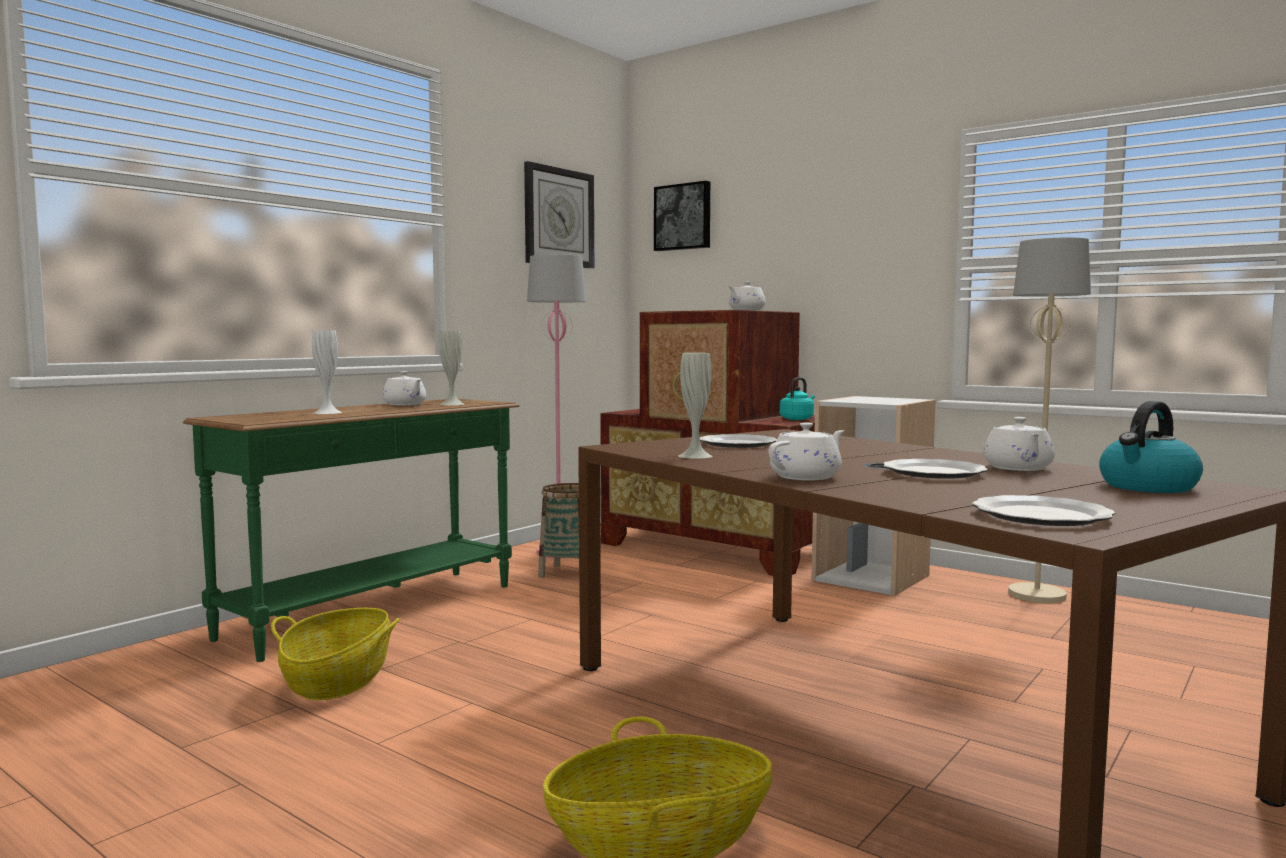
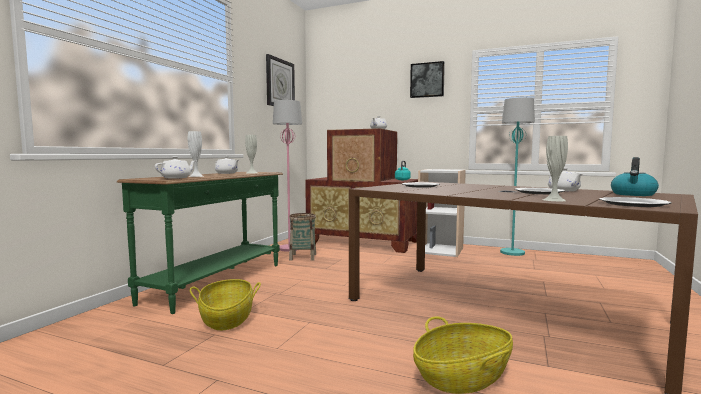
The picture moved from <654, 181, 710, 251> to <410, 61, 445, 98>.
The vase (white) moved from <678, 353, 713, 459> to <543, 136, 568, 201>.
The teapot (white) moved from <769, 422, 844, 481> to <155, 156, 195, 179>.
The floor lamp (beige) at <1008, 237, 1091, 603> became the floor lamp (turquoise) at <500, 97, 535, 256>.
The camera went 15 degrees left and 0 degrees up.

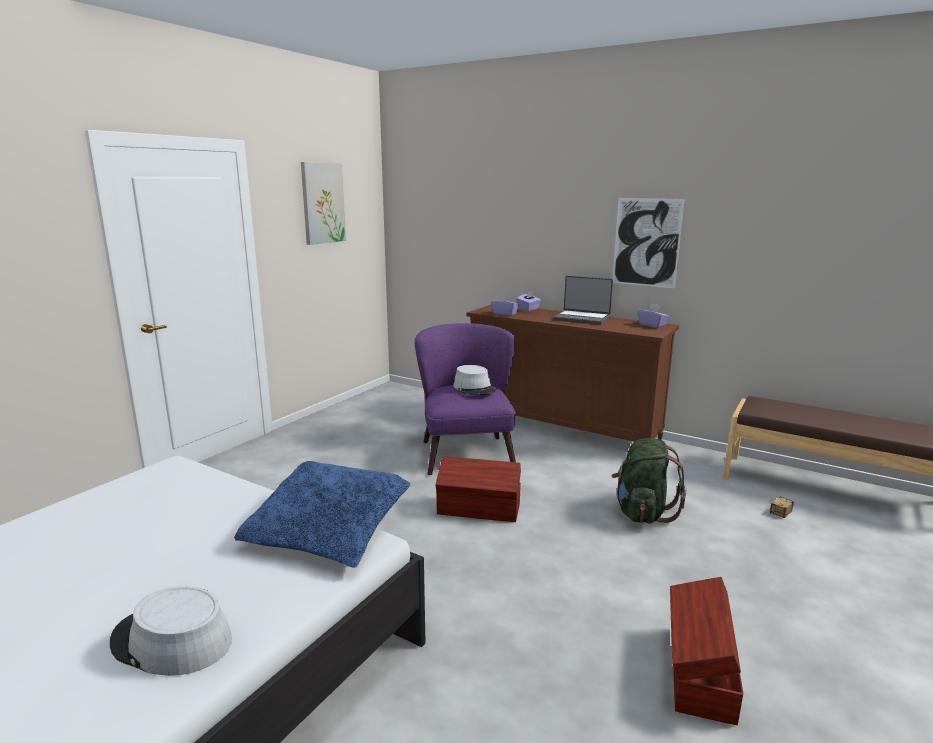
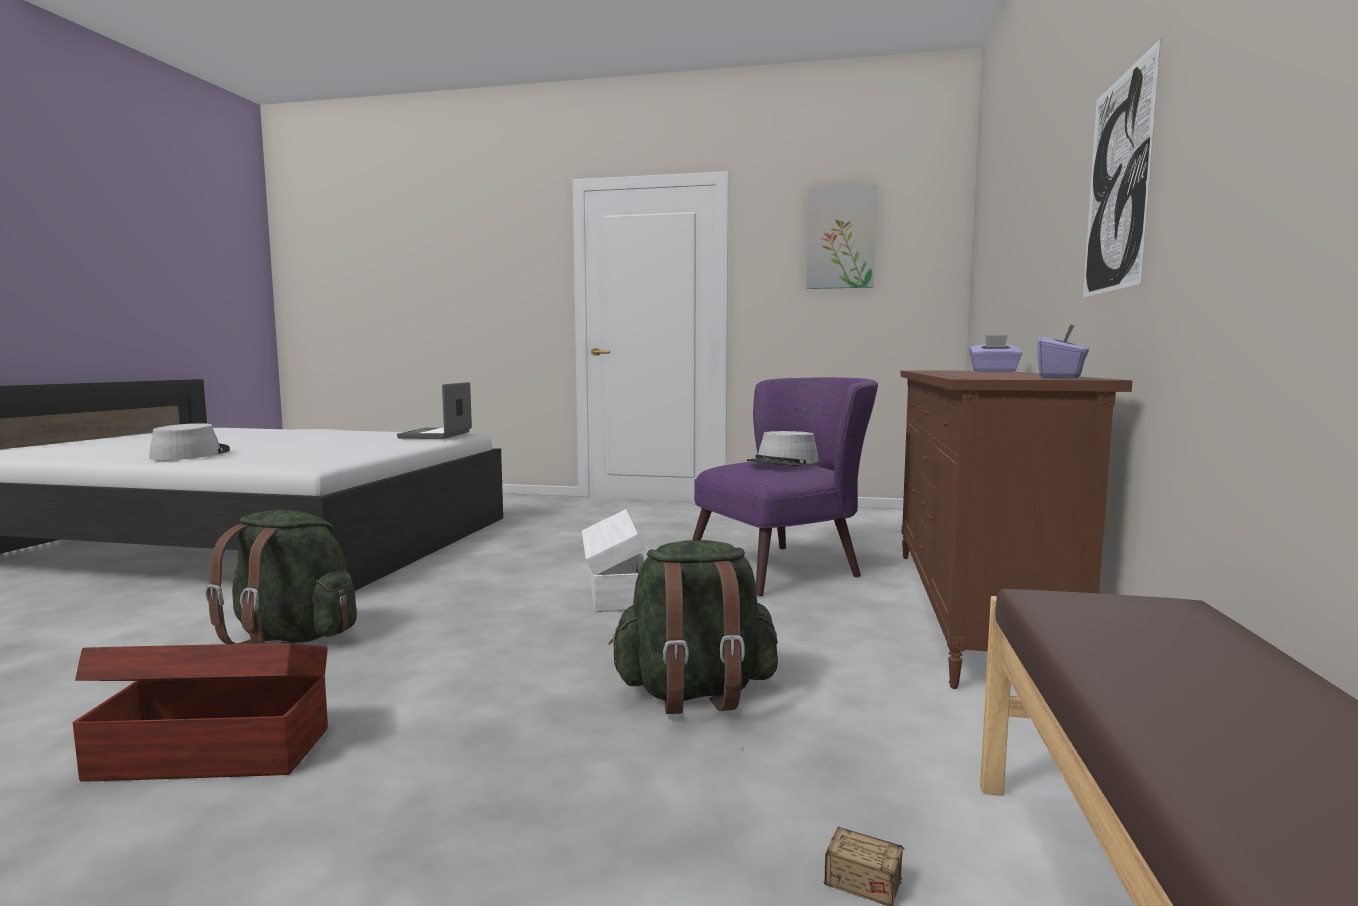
The pillow (blue) at <234, 461, 411, 568> disappeared.
The storage box (brown) at <436, 456, 521, 522> became the storage box (white) at <582, 509, 645, 612>.
The tissue box (purple) at <491, 294, 519, 316> disappeared.
The laptop moved from <553, 276, 613, 325> to <397, 382, 472, 439>.
The backpack (green) at <205, 510, 357, 644> appeared.
The camera went 70 degrees right and 10 degrees down.

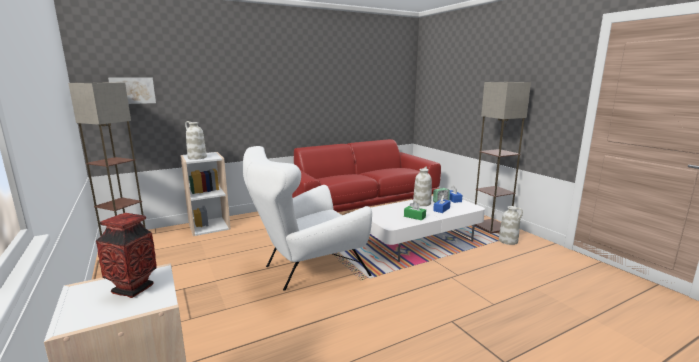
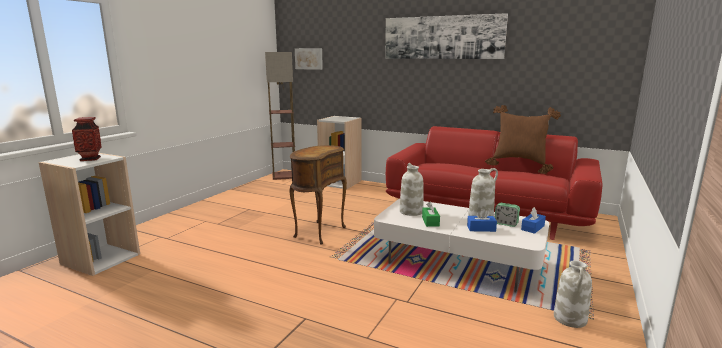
The vase (white) moved from <185, 121, 207, 160> to <400, 163, 424, 216>.
The armchair (white) at <243, 146, 372, 290> was replaced by the side table (brown) at <289, 145, 347, 245>.
The floor lamp at <475, 82, 531, 233> disappeared.
The picture at <385, 13, 508, 59> appeared.
The pillow (brown) at <485, 105, 561, 174> appeared.
The camera went 55 degrees right and 0 degrees up.

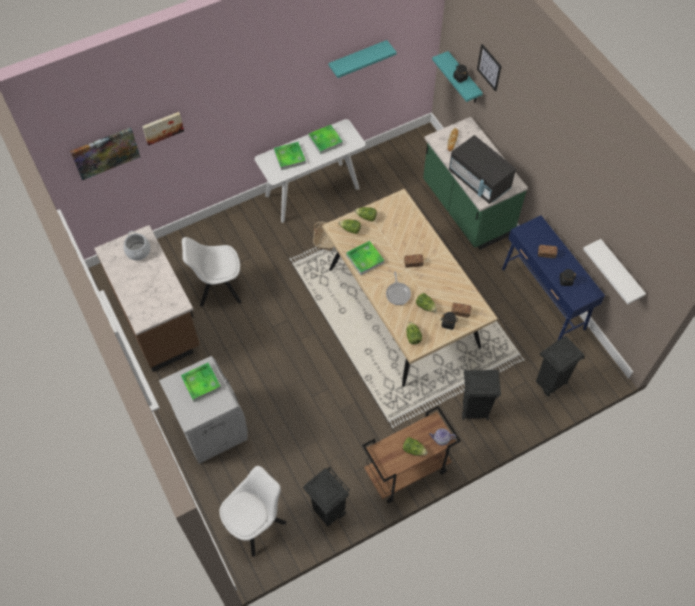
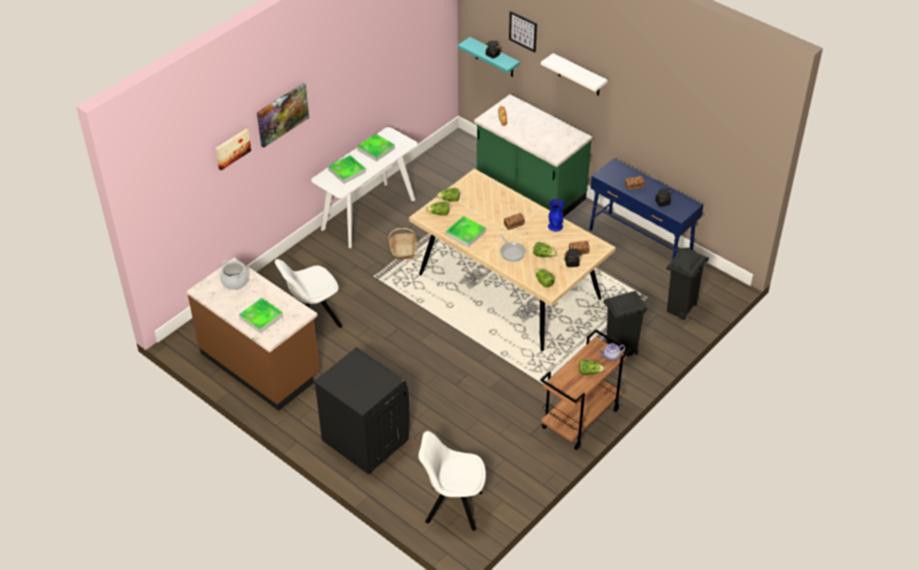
The picture moved from <70, 127, 140, 180> to <257, 83, 309, 147>.
The washing machine (white) at <159, 356, 248, 464> became the washing machine (black) at <314, 347, 409, 475>.
The tray moved from <181, 363, 221, 402> to <239, 298, 283, 333>.
The chair (white) at <219, 466, 286, 556> turned 105 degrees counterclockwise.
The trash can (black) at <303, 467, 350, 526> disappeared.
The shelf (turquoise) at <329, 40, 397, 78> disappeared.
The microwave (black) at <449, 135, 516, 204> disappeared.
The shelf (white) moved from <583, 239, 646, 304> to <541, 53, 608, 96>.
The vase (blue) at <548, 199, 565, 232> appeared.
The camera went 20 degrees left and 15 degrees down.

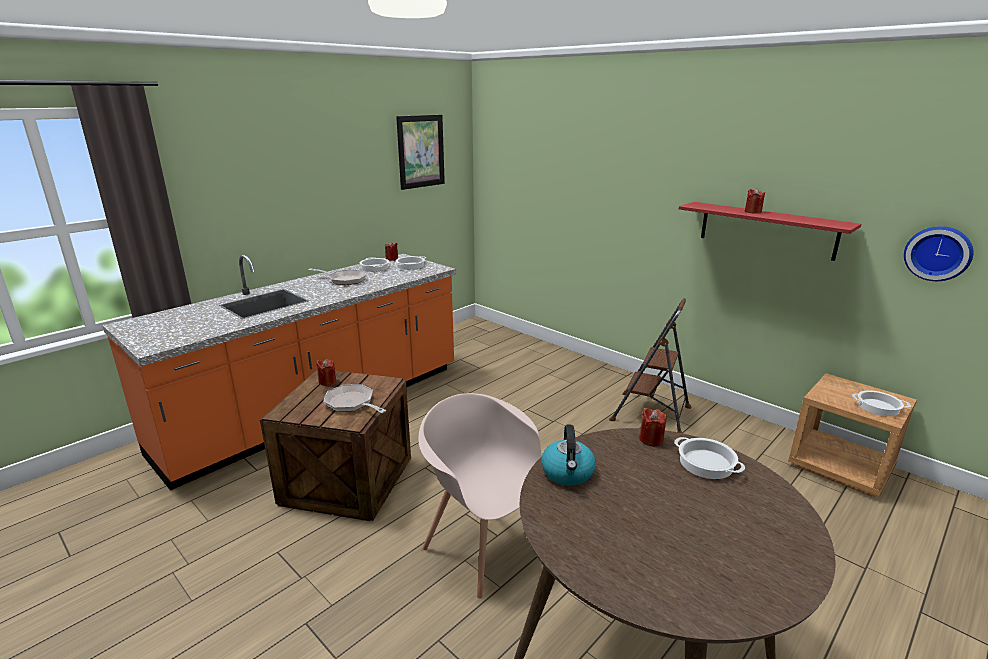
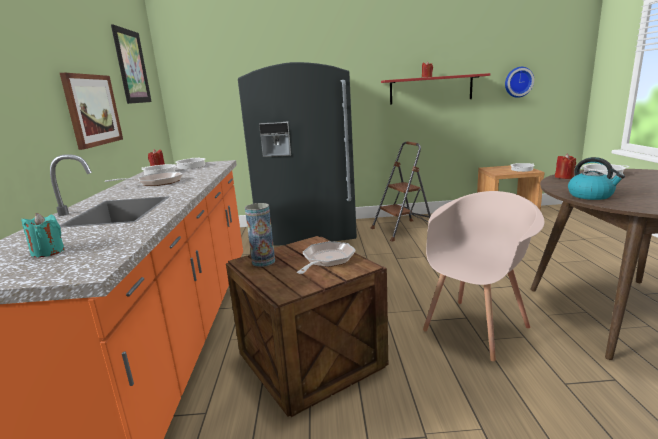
The candle (red) at <316, 359, 336, 386> was replaced by the vase at <245, 203, 275, 267>.
The frying pan at <323, 384, 387, 413> turned 120 degrees clockwise.
The chair (beige) at <419, 393, 542, 599> turned 135 degrees clockwise.
The candle (turquoise) at <21, 213, 65, 257> appeared.
The picture at <60, 73, 123, 150> appeared.
The fridge (grey) at <238, 62, 357, 245> appeared.
The camera went 45 degrees left and 5 degrees down.

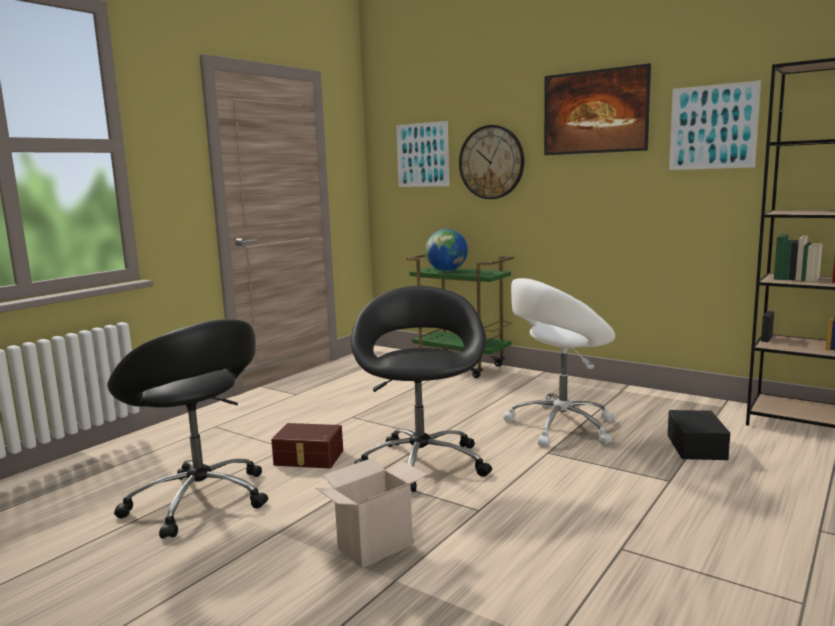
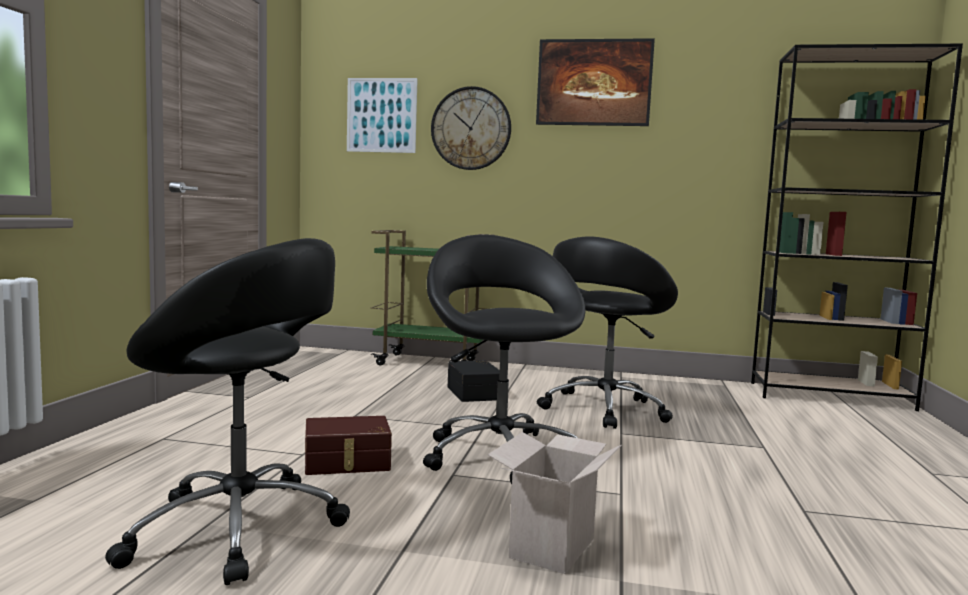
The globe at <426, 229, 468, 271> disappeared.
The office chair (white) at <503, 278, 615, 447> became the office chair (black) at <537, 237, 678, 429>.
The storage box (black) moved from <668, 410, 730, 460> to <448, 360, 500, 402>.
The picture at <669, 80, 761, 170> disappeared.
The camera went 25 degrees left and 5 degrees down.

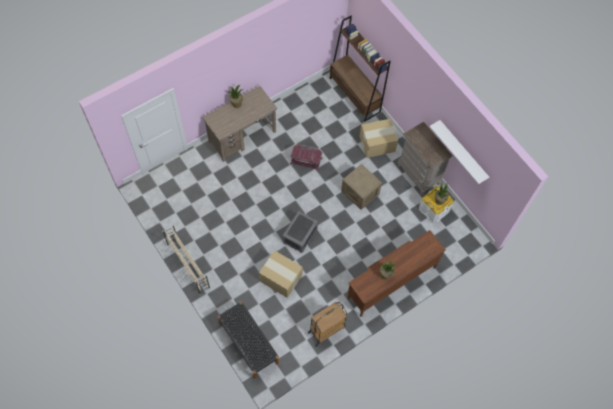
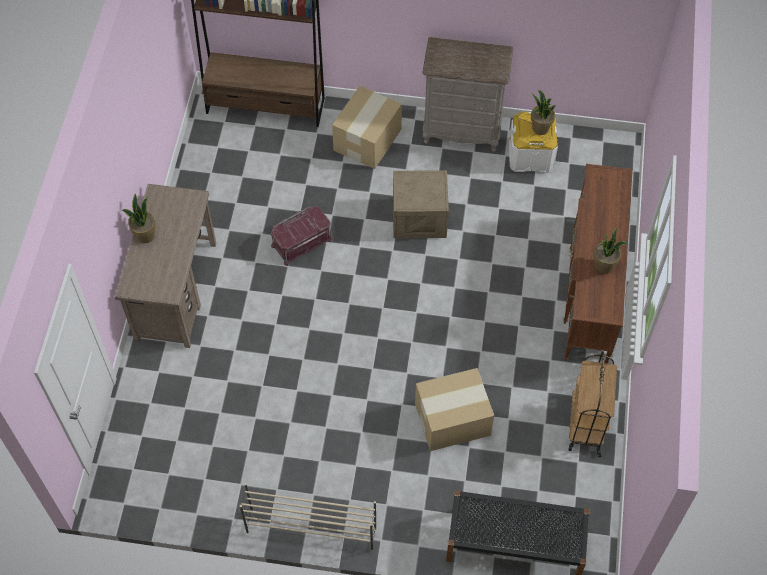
The storage box (grey) at <283, 211, 318, 253> disappeared.
The shelf (white) at <430, 120, 489, 184> disappeared.
The camera went 45 degrees left and 5 degrees down.

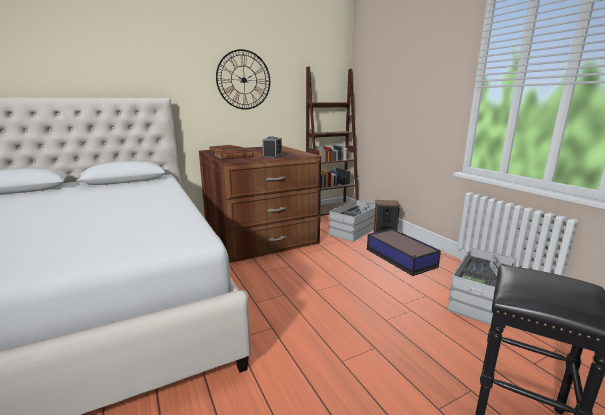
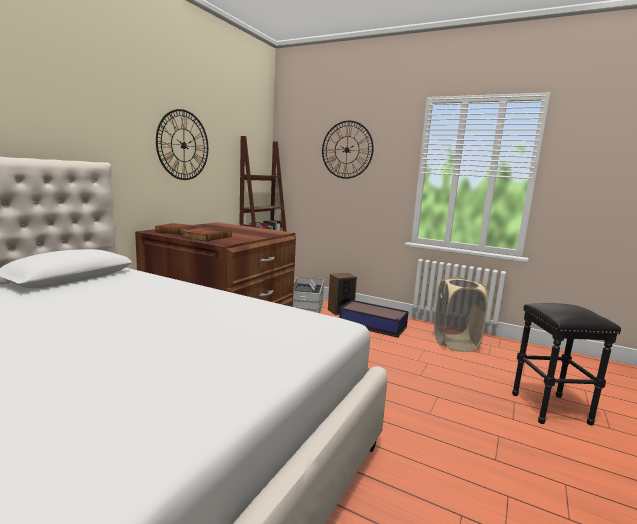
The alarm clock at <262, 137, 282, 158> disappeared.
The storage box (grey) at <447, 248, 517, 325> was replaced by the laundry basket (beige) at <434, 277, 488, 352>.
The wall clock at <322, 121, 374, 179> appeared.
The camera went 35 degrees left and 5 degrees down.

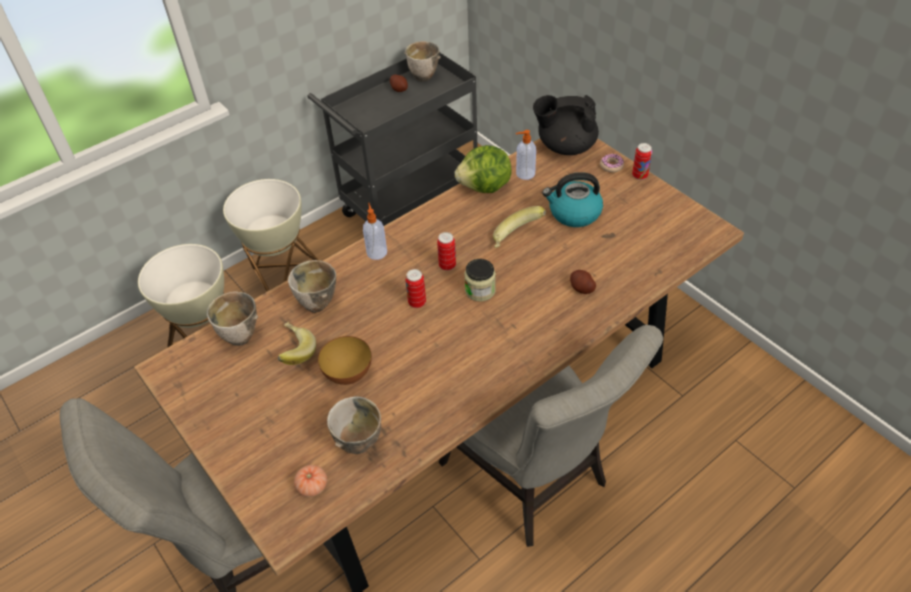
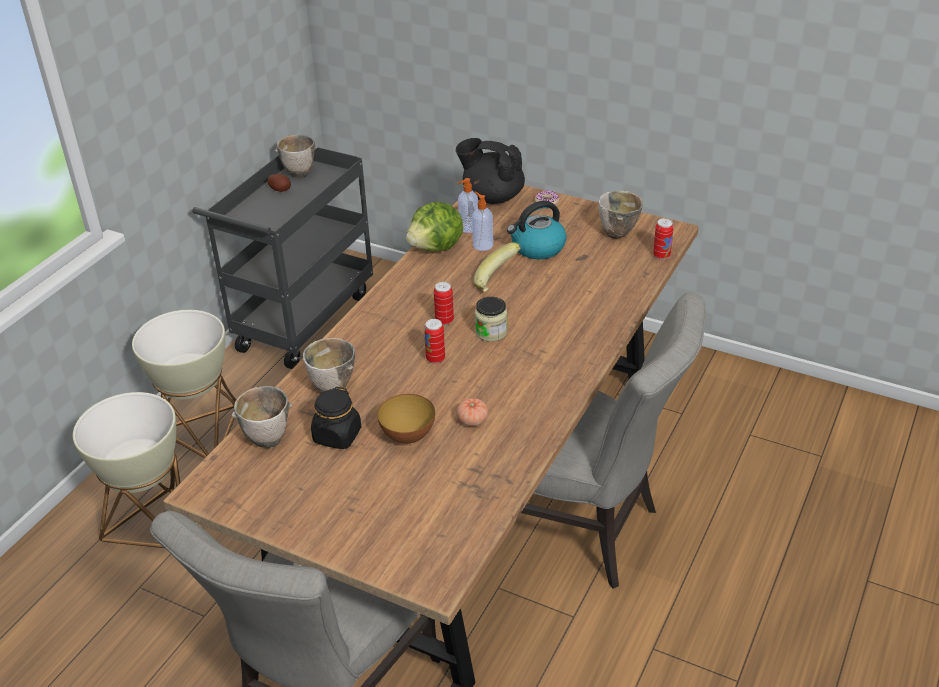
The banana at <278, 322, 316, 365> was replaced by the jar (black) at <311, 387, 361, 449>.
The tomato moved from <294, 465, 327, 497> to <457, 398, 488, 426>.
The bowl moved from <327, 396, 381, 454> to <598, 190, 643, 239>.
The soap dispenser moved from <363, 203, 387, 260> to <472, 192, 493, 251>.
The teapot (black) at <533, 95, 599, 155> turned 45 degrees clockwise.
The potato at <570, 270, 596, 294> disappeared.
The can moved from <632, 143, 652, 180> to <653, 218, 673, 260>.
The camera went 25 degrees left and 10 degrees down.

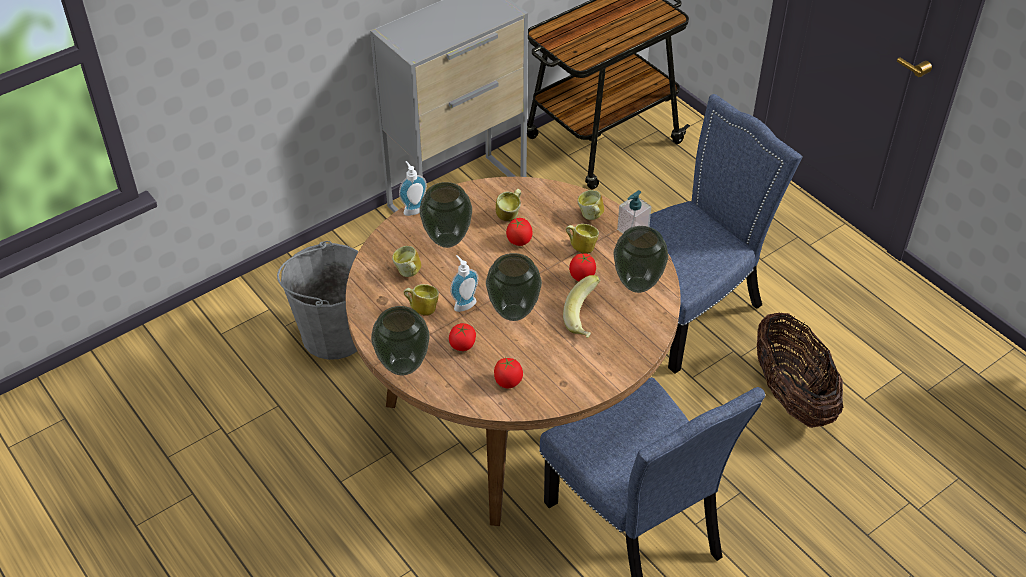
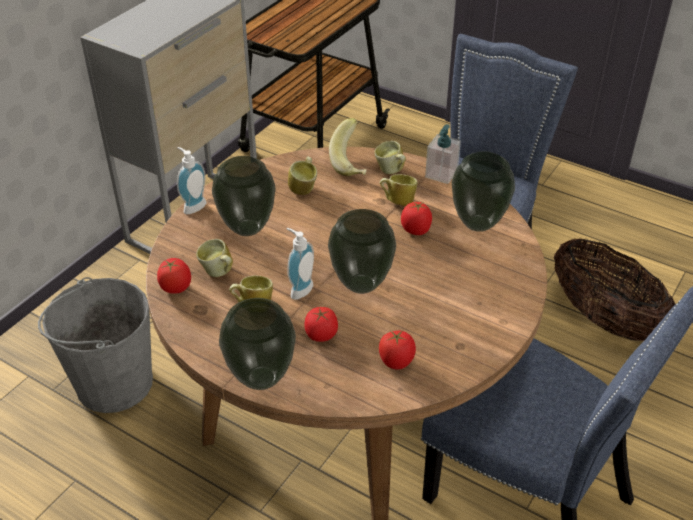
The tomato moved from <506, 218, 532, 246> to <157, 258, 191, 294>.
The banana moved from <563, 275, 601, 338> to <329, 118, 367, 176>.
The camera went 20 degrees left and 5 degrees down.

